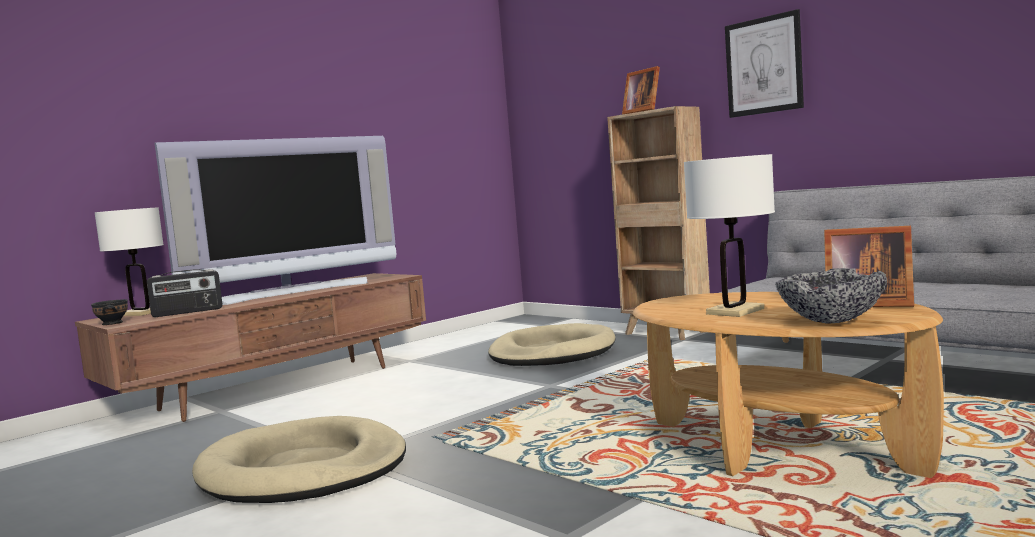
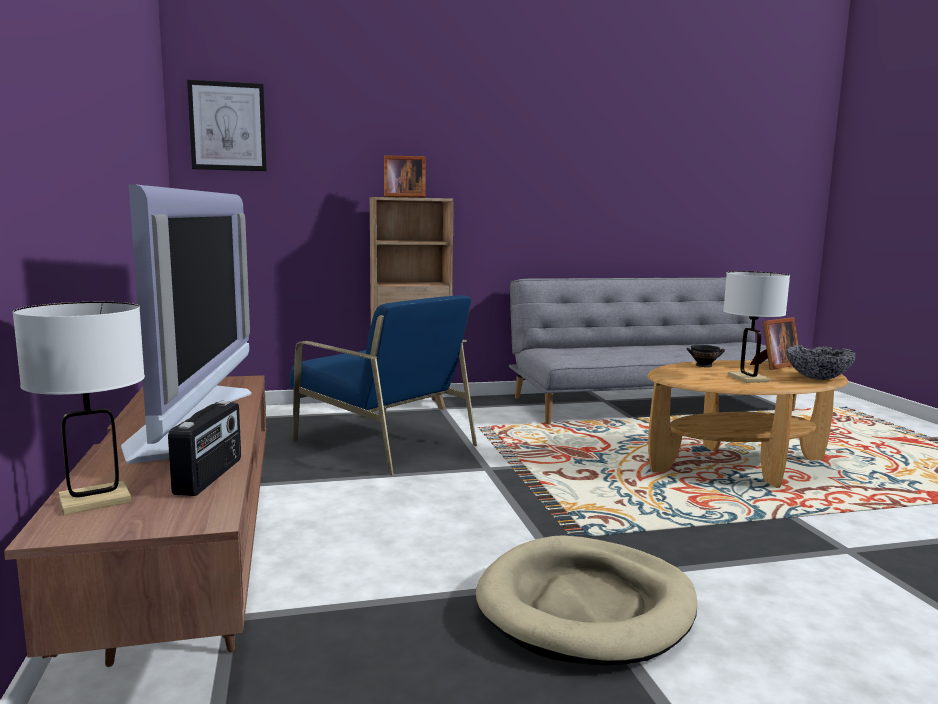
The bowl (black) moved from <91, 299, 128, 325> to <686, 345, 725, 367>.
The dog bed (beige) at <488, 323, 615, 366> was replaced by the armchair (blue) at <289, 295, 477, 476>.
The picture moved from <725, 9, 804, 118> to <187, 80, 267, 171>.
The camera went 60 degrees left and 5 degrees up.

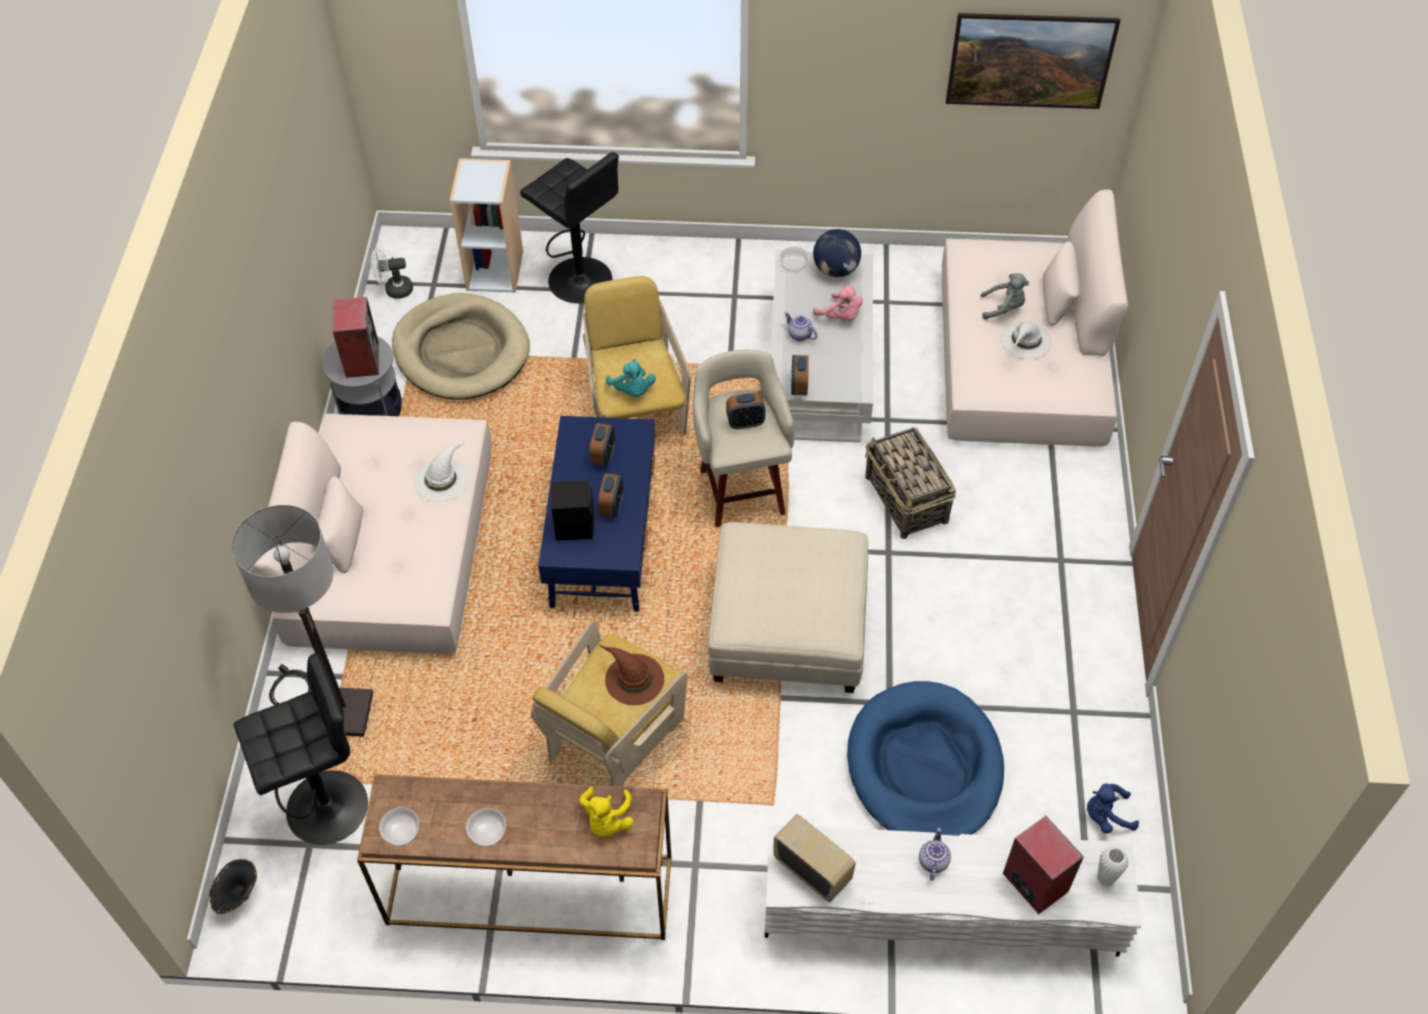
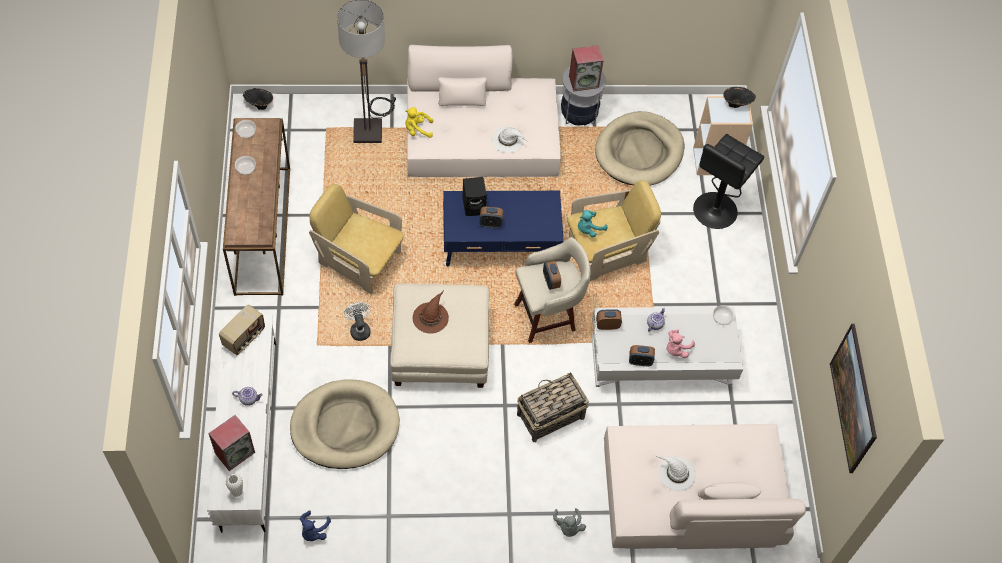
The stool (black) at <234, 653, 368, 845> disappeared.
The fan (white) moved from <371, 248, 413, 299> to <344, 302, 371, 341>.
The plush toy (yellow) moved from <579, 787, 634, 837> to <405, 107, 433, 138>.
The alarm clock moved from <590, 423, 615, 466> to <629, 345, 655, 366>.
The hat (brown) moved from <599, 644, 664, 705> to <413, 290, 449, 334>.
The globe at <813, 229, 861, 278> disappeared.
The dog bed (blue) at <847, 681, 1004, 836> became the dog bed (beige) at <290, 379, 400, 469>.
The plush toy (grey) moved from <981, 273, 1029, 320> to <553, 508, 586, 537>.
The plush toy (blue) at <1087, 783, 1139, 833> turned 150 degrees counterclockwise.
The vase (black) at <723, 87, 756, 108> appeared.
The camera went 80 degrees right and 5 degrees up.

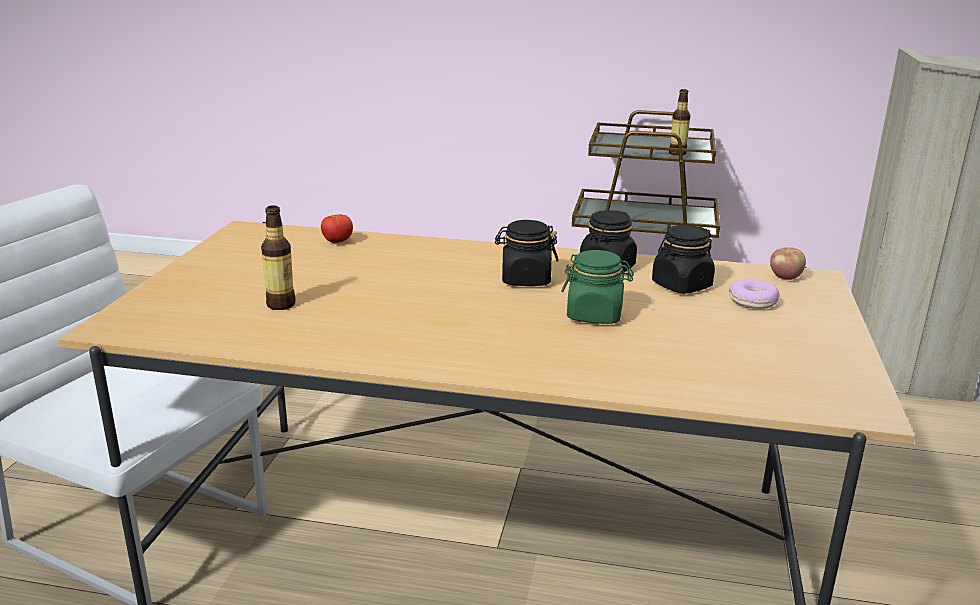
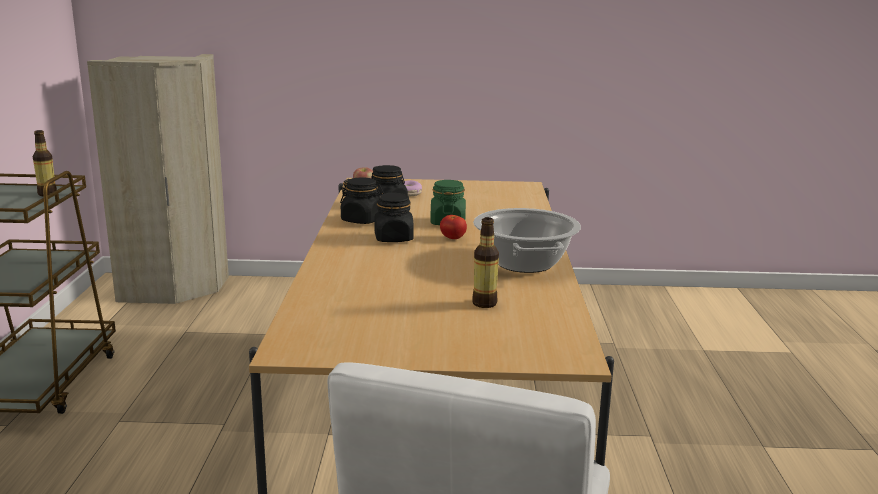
The tomato moved from <321, 215, 353, 243> to <440, 215, 467, 239>.
The cooking pot at <473, 208, 581, 273> appeared.
The camera went 100 degrees left and 5 degrees down.

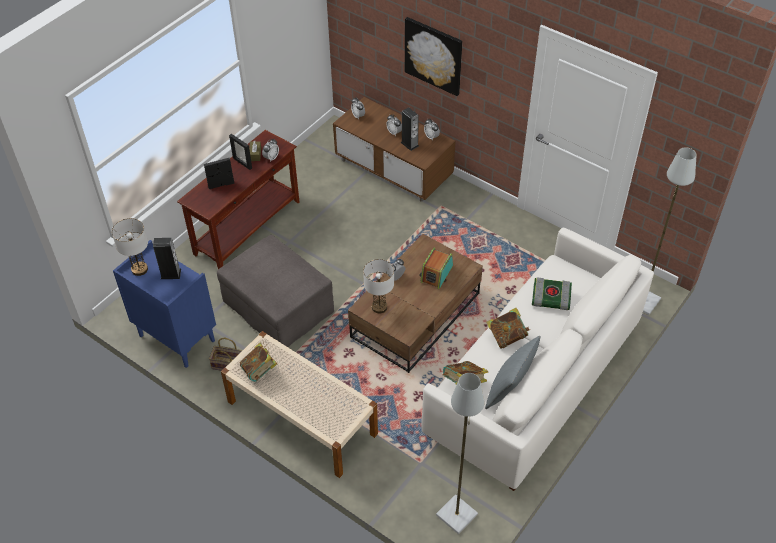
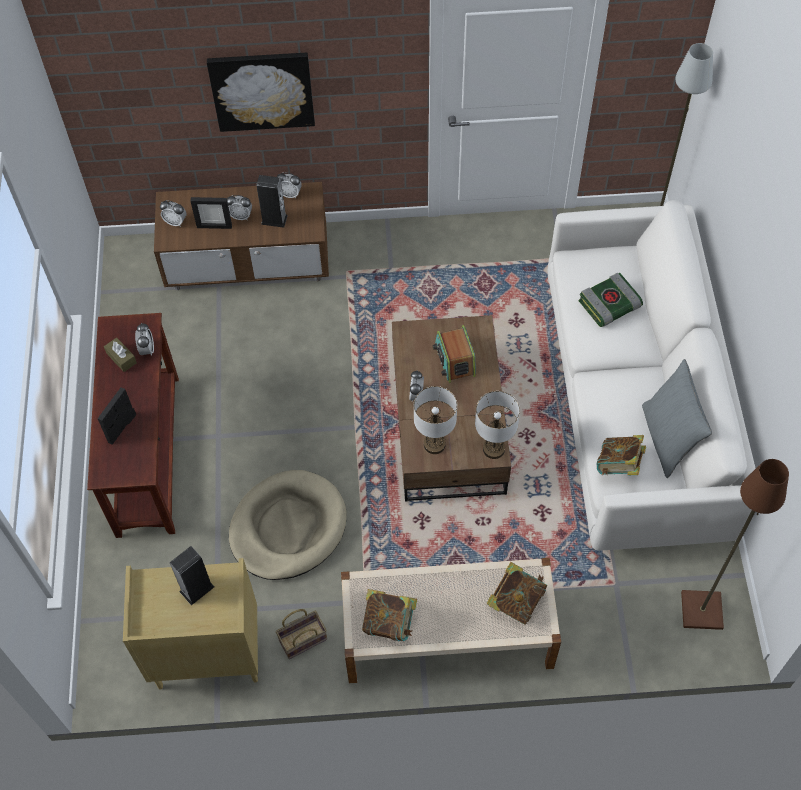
The table lamp moved from <112, 218, 148, 276> to <475, 391, 520, 459>.
The cabinet (blue) at <113, 240, 216, 368> became the cabinet (beige) at <123, 558, 258, 689>.
The ottoman (grey) at <217, 235, 334, 347> was replaced by the dog bed (beige) at <229, 470, 347, 580>.
The picture frame moved from <229, 134, 252, 170> to <190, 197, 232, 229>.
The floor lamp (grey) at <436, 373, 484, 534> became the floor lamp (brown) at <681, 459, 789, 630>.
The book moved from <486, 308, 530, 349> to <486, 562, 547, 625>.
The camera went 40 degrees left and 10 degrees up.

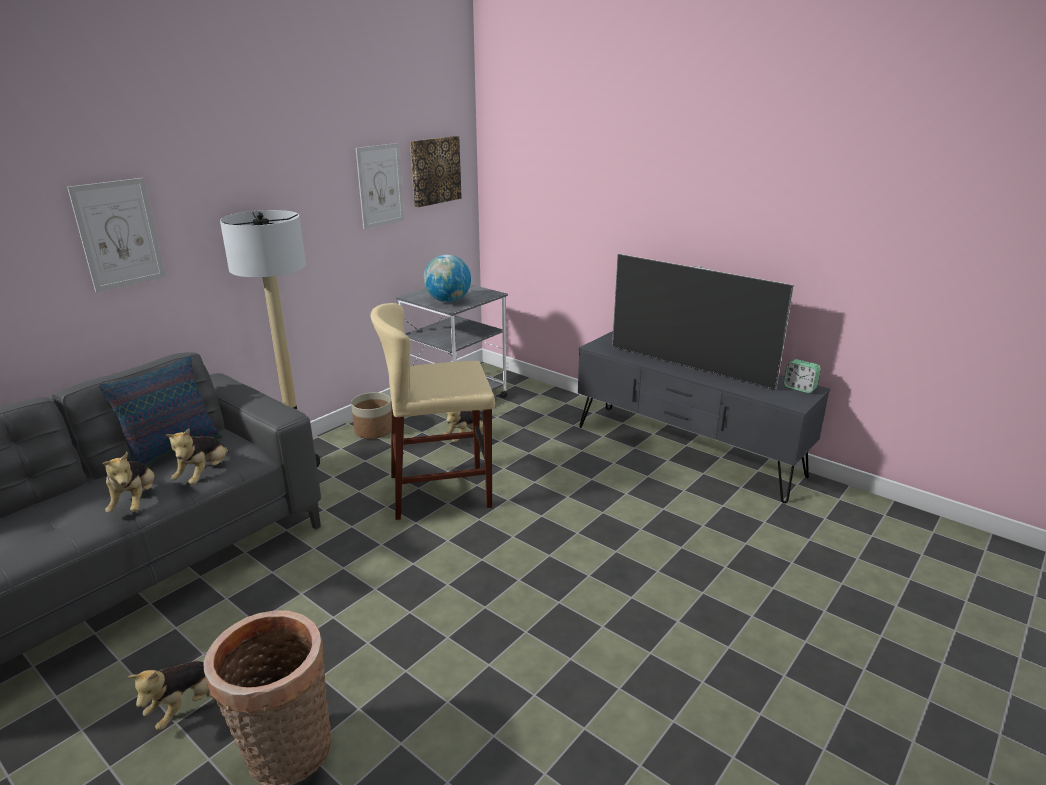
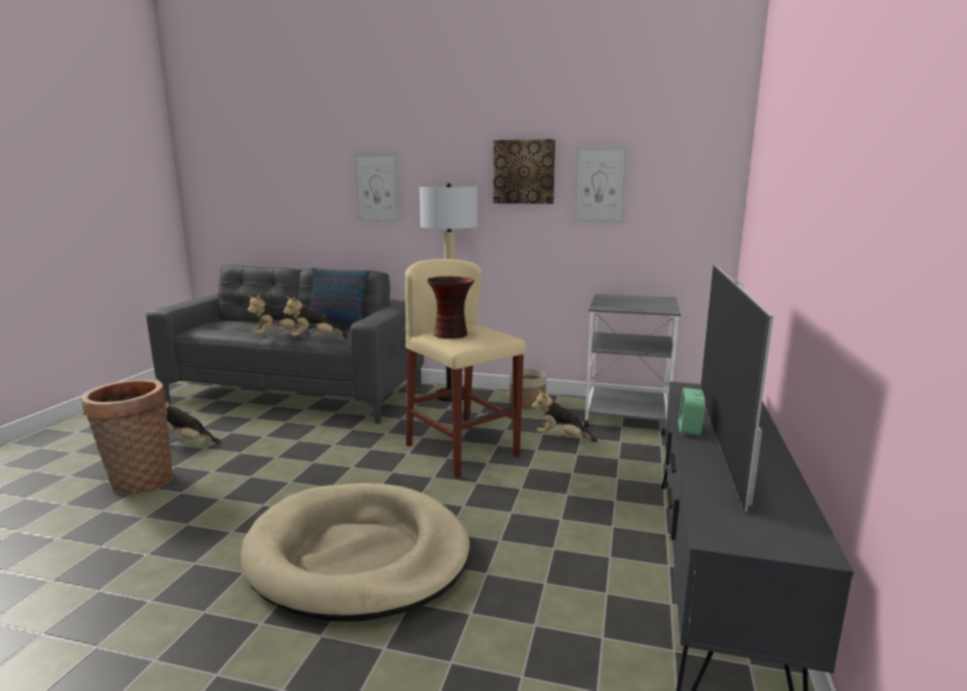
The picture moved from <410, 136, 462, 207> to <493, 139, 555, 204>.
The globe at <424, 255, 471, 302> disappeared.
The alarm clock moved from <784, 359, 821, 393> to <678, 388, 705, 436>.
The dog bed (beige) at <240, 483, 470, 621> appeared.
The vase at <427, 276, 474, 339> appeared.
The camera went 65 degrees right and 10 degrees down.

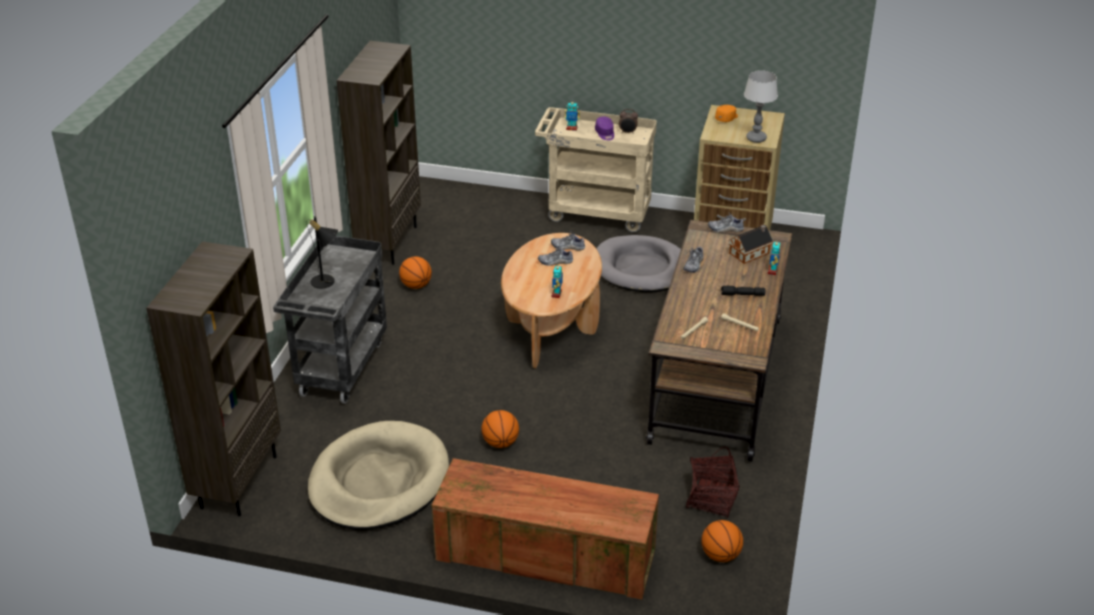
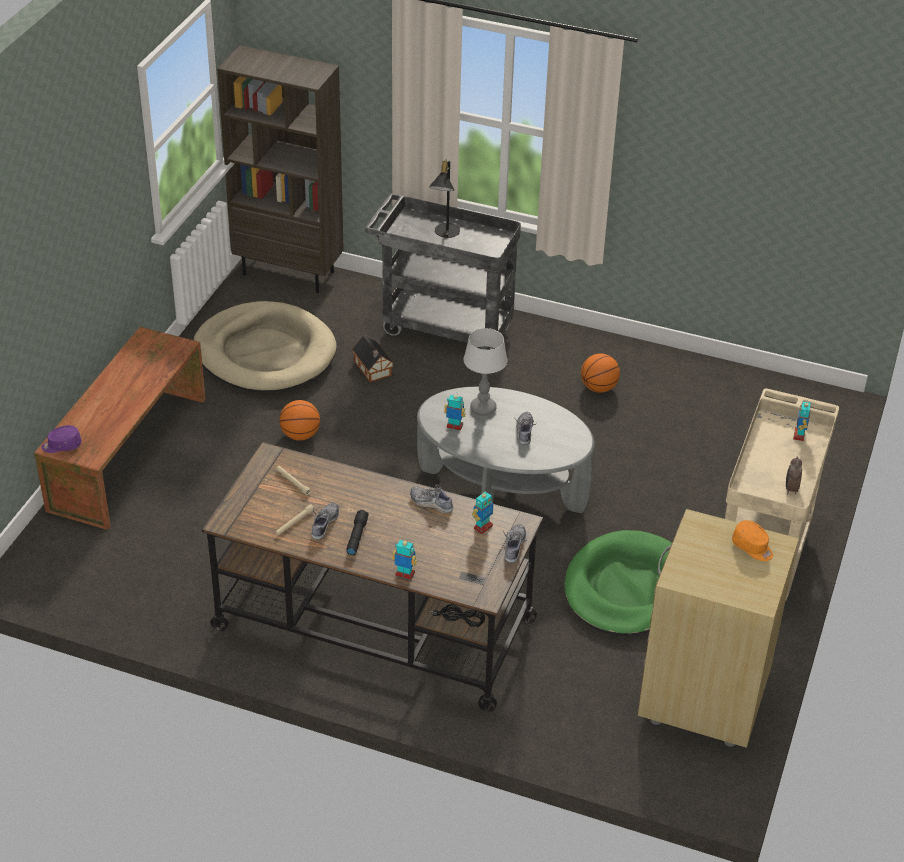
The bookcase (brown) at <336, 41, 421, 265> disappeared.
The coffee table (brown) at <501, 233, 602, 368> became the coffee table (grey) at <417, 387, 595, 513>.
The shoe moved from <551, 231, 585, 251> to <311, 503, 339, 540>.
The cap (purple) moved from <595, 116, 614, 140> to <41, 425, 82, 453>.
The dog bed (grey) at <596, 235, 681, 292> became the dog bed (green) at <564, 530, 672, 636>.
The basket at <686, 447, 740, 518> disappeared.
The basketball at <702, 520, 743, 562> disappeared.
The toy house moved from <729, 225, 773, 264> to <352, 335, 394, 382>.
The table lamp moved from <744, 70, 778, 143> to <464, 328, 507, 416>.
The toy robot at <472, 490, 494, 534> appeared.
The camera went 95 degrees right and 5 degrees up.

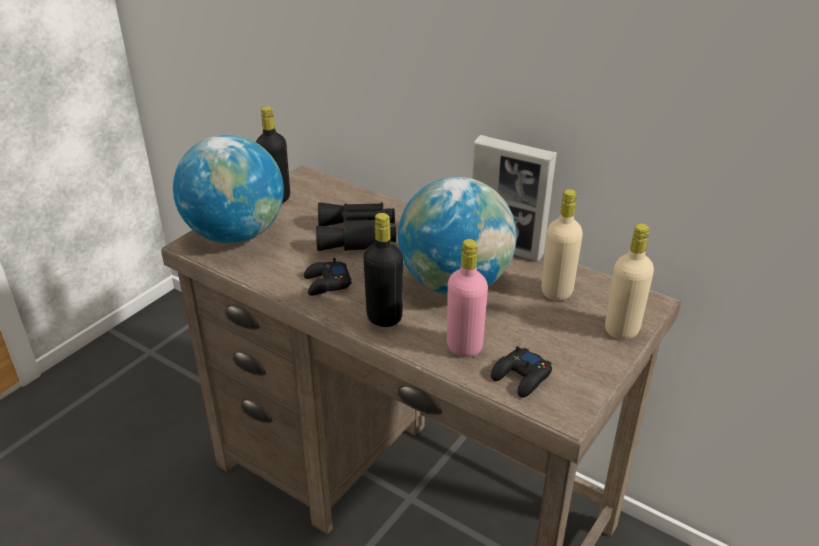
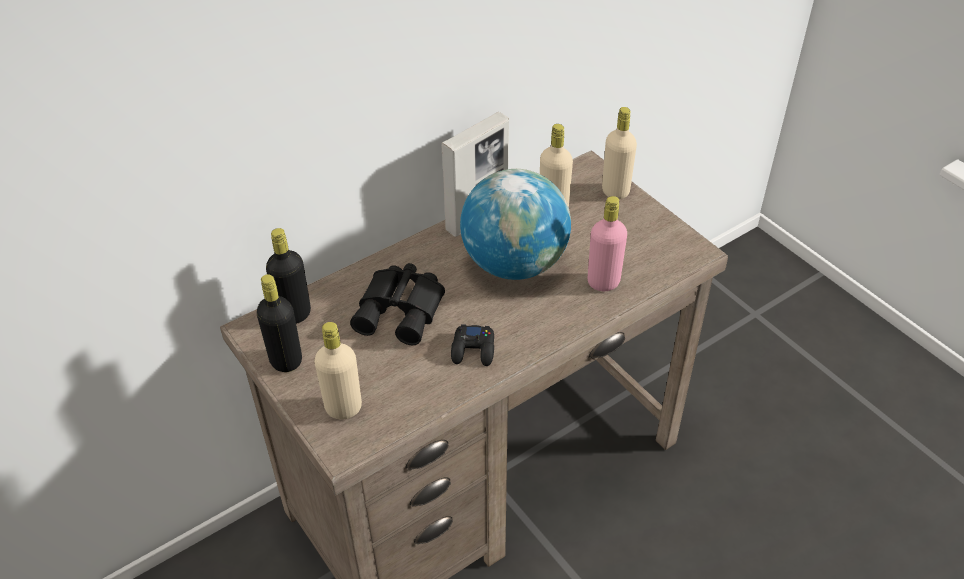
The globe at <173, 135, 284, 243> was replaced by the bottle (beige) at <314, 322, 362, 419>.
The bottle (black) moved from <363, 213, 403, 327> to <266, 228, 311, 324>.
The game controller (black) at <491, 346, 552, 398> disappeared.
The camera went 70 degrees left and 10 degrees up.

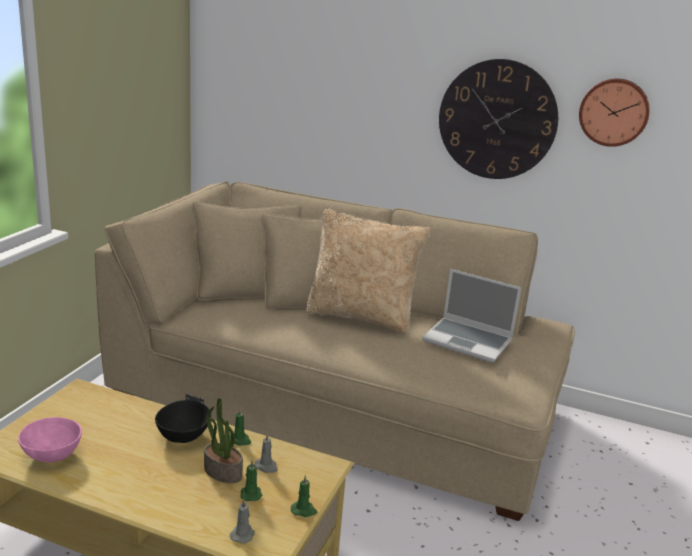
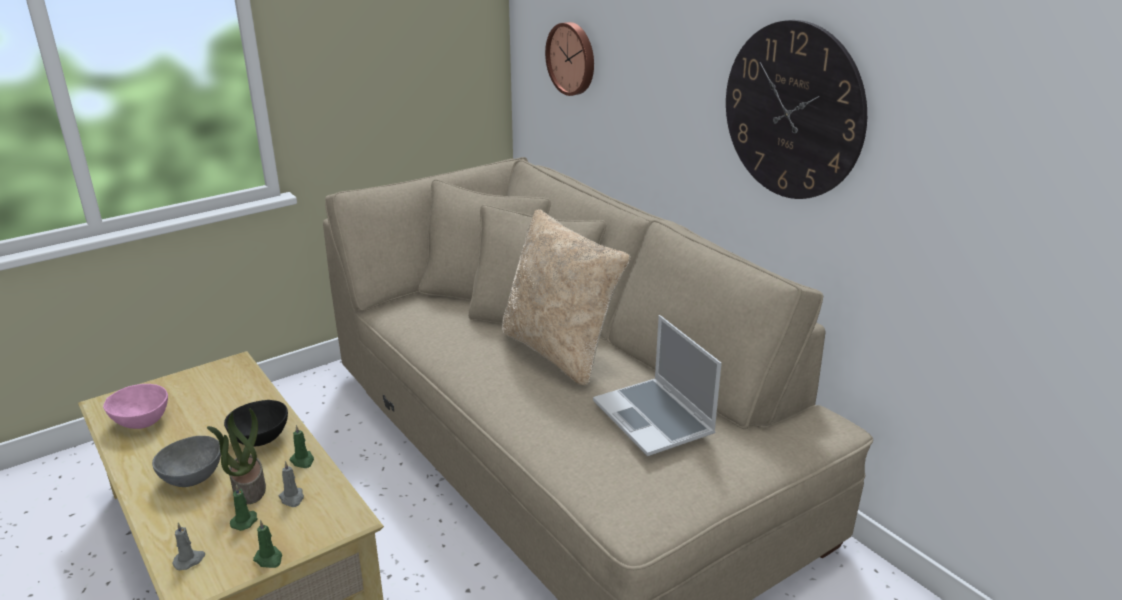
The wall clock moved from <579, 78, 650, 147> to <545, 22, 594, 96>.
The bowl (grey) at <152, 436, 221, 487> appeared.
The camera went 35 degrees right and 5 degrees up.

